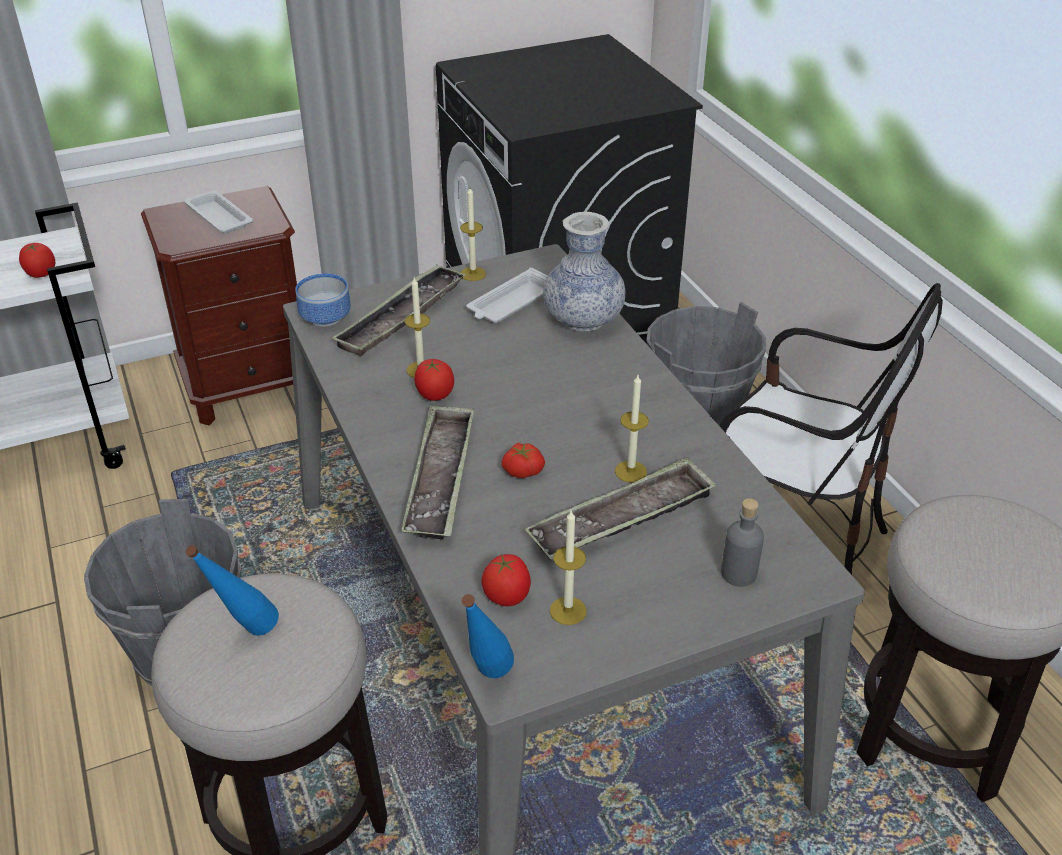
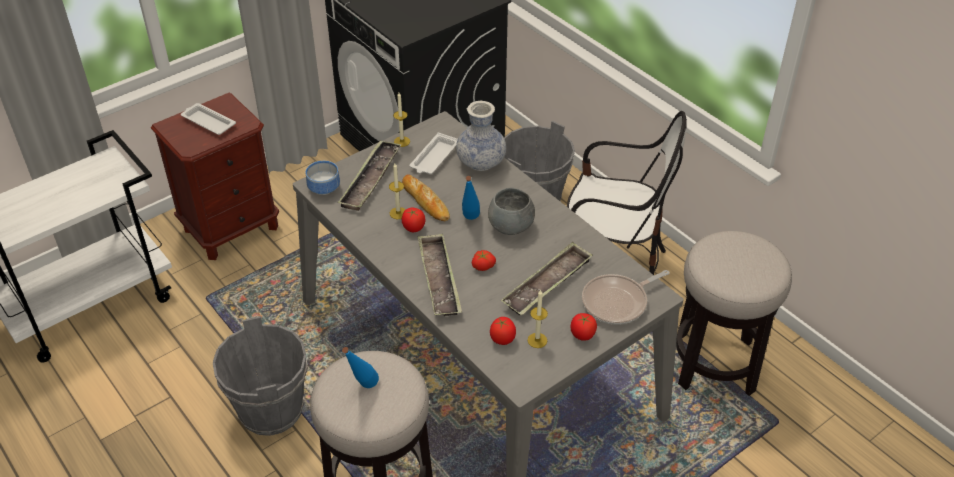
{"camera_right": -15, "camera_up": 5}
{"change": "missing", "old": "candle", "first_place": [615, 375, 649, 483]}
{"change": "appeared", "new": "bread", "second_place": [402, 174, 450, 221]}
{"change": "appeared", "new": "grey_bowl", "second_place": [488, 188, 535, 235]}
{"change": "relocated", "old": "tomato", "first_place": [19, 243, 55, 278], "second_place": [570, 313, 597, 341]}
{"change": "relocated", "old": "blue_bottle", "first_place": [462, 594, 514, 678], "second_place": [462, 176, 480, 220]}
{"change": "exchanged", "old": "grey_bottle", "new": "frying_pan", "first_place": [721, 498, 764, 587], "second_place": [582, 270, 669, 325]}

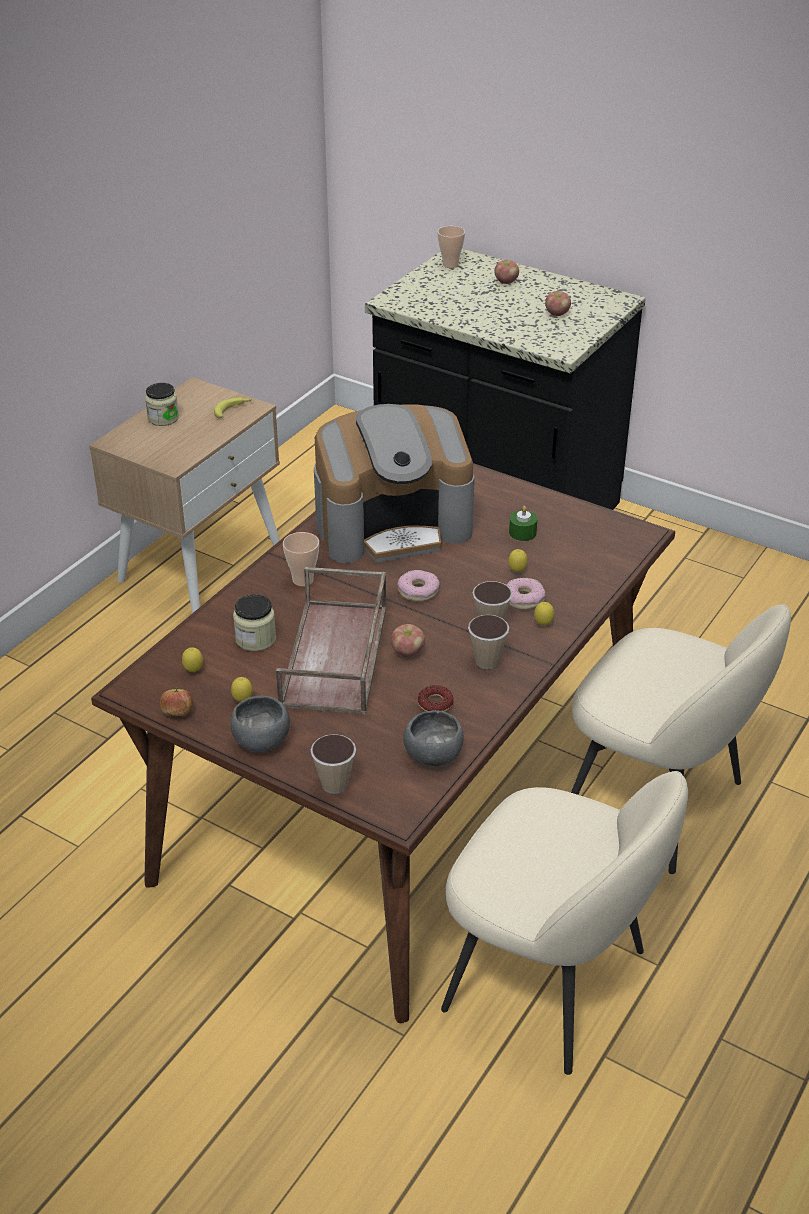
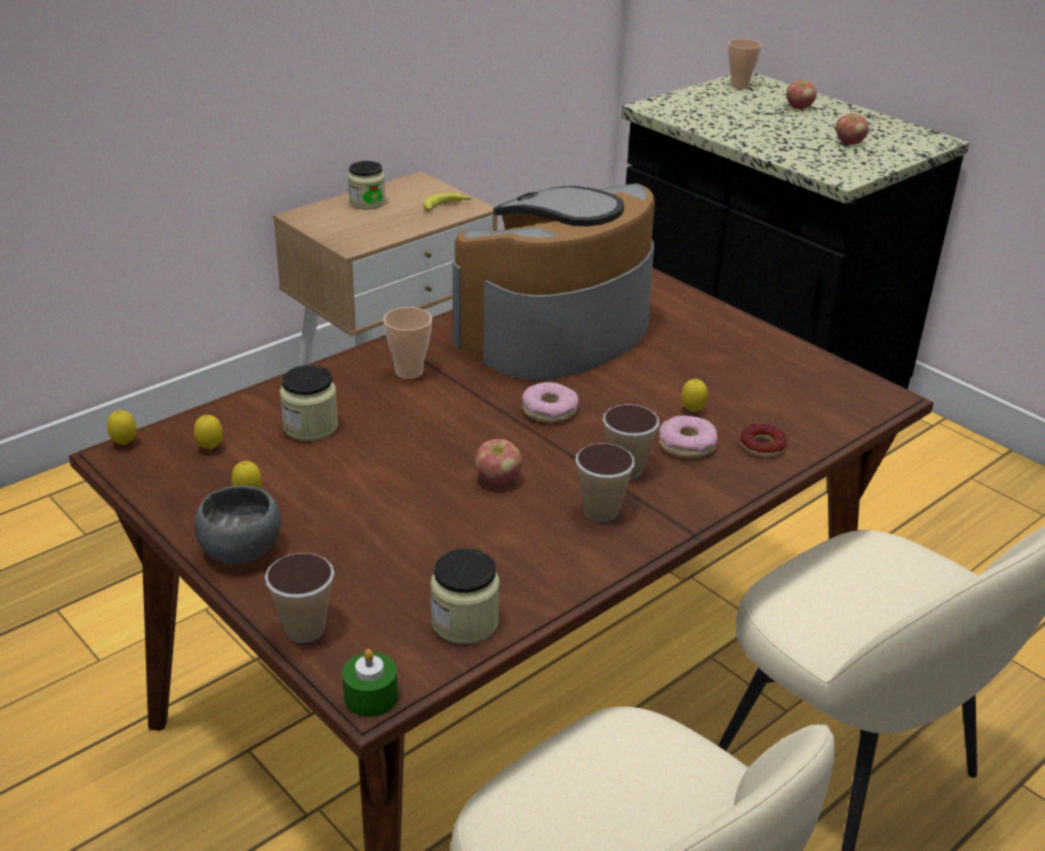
{"camera_right": 15, "camera_up": -5}
{"change": "missing", "old": "apple", "first_place": [160, 687, 193, 716]}
{"change": "missing", "old": "brown_tray", "first_place": [276, 567, 386, 715]}
{"change": "relocated", "old": "donut", "first_place": [418, 685, 454, 712], "second_place": [740, 424, 787, 457]}
{"change": "relocated", "old": "green_candle", "first_place": [509, 506, 537, 541], "second_place": [342, 649, 398, 717]}
{"change": "relocated", "old": "lemon", "first_place": [534, 602, 554, 626], "second_place": [107, 410, 137, 445]}
{"change": "exchanged", "old": "grey_bowl", "new": "jar", "first_place": [403, 710, 464, 766], "second_place": [431, 548, 500, 644]}
{"change": "spun", "old": "coffee_machine", "first_place": [314, 404, 475, 563], "second_place": [452, 183, 655, 380], "degrees": 135}

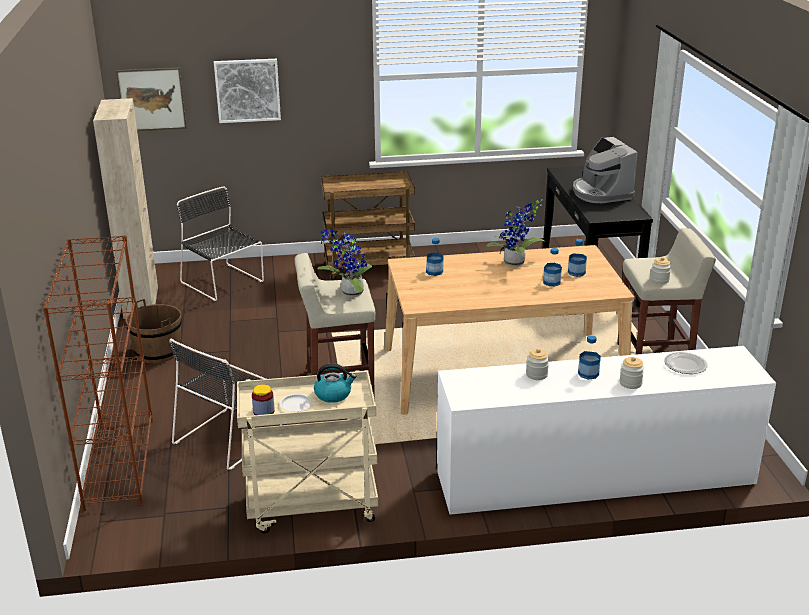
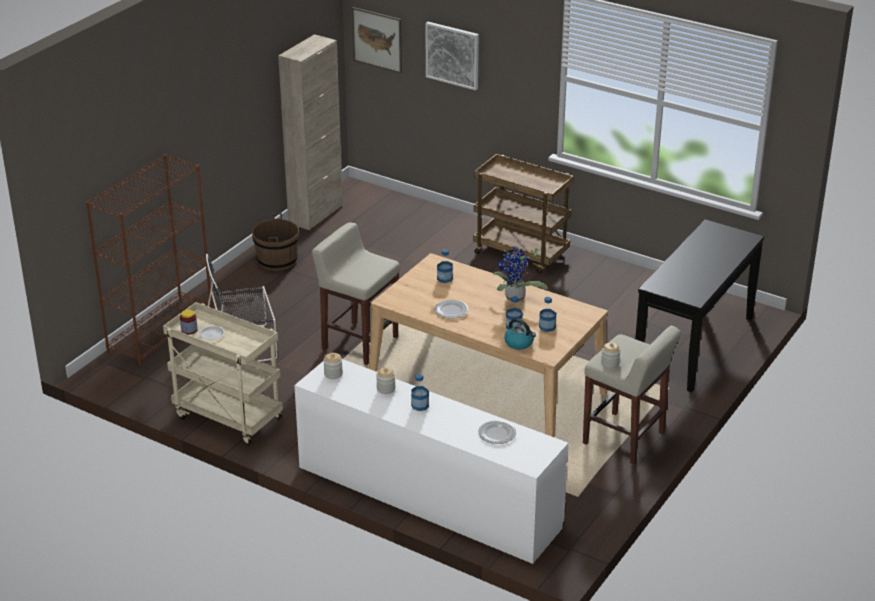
{"camera_right": 40, "camera_up": 5}
{"change": "missing", "old": "black_chair", "first_place": [177, 186, 264, 301]}
{"change": "missing", "old": "potted_plant", "first_place": [318, 229, 372, 297]}
{"change": "missing", "old": "coffee_machine", "first_place": [573, 137, 638, 203]}
{"change": "appeared", "new": "plate", "second_place": [435, 300, 469, 319]}
{"change": "relocated", "old": "kettle", "first_place": [314, 363, 356, 403], "second_place": [504, 318, 536, 350]}
{"change": "relocated", "old": "jar", "first_place": [620, 357, 644, 389], "second_place": [323, 353, 343, 379]}

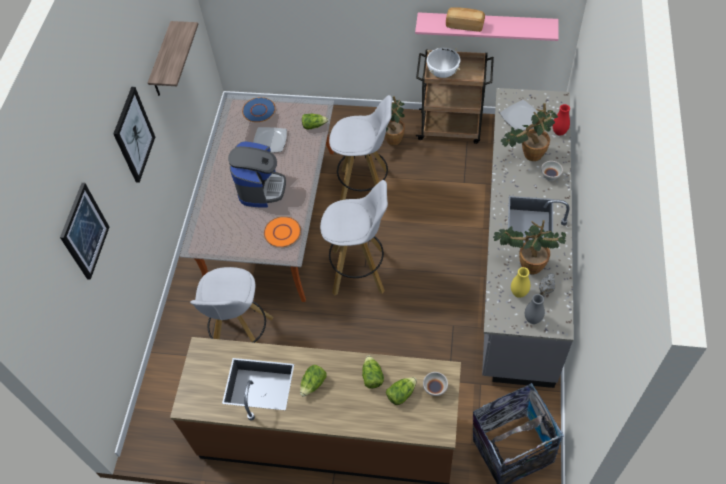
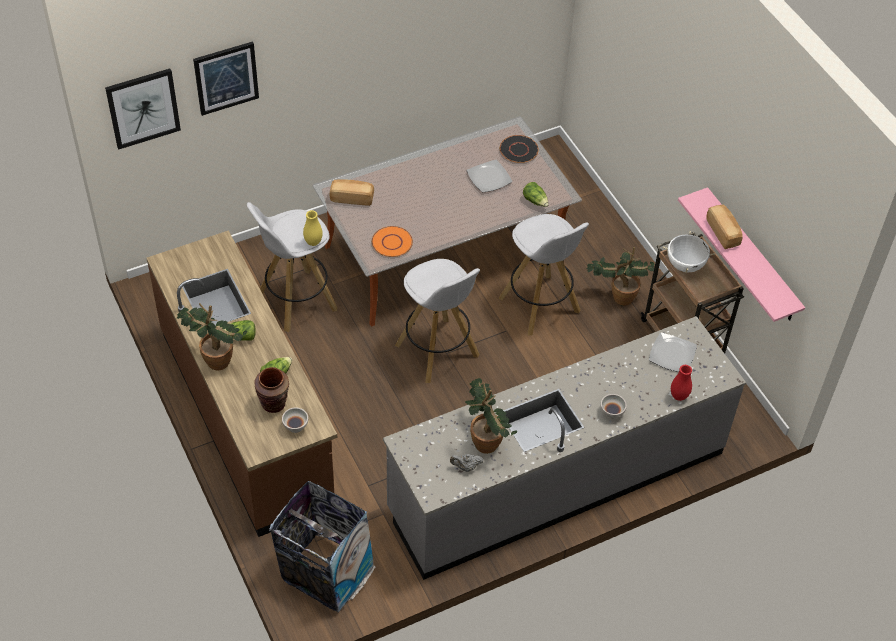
{"camera_right": 50, "camera_up": -5}
{"change": "missing", "old": "shelf", "first_place": [148, 21, 198, 96]}
{"change": "missing", "old": "coffee_machine", "first_place": [228, 141, 286, 208]}
{"change": "missing", "old": "grey_vase", "first_place": [525, 294, 545, 324]}
{"change": "appeared", "new": "bread", "second_place": [329, 179, 374, 206]}
{"change": "relocated", "old": "picture", "first_place": [113, 87, 155, 183], "second_place": [105, 69, 181, 149]}
{"change": "relocated", "old": "potted_plant", "first_place": [501, 103, 558, 161], "second_place": [177, 303, 247, 371]}
{"change": "relocated", "old": "yellow_vase", "first_place": [511, 267, 530, 298], "second_place": [303, 210, 323, 246]}
{"change": "exchanged", "old": "lettuce", "new": "brown_vase", "first_place": [386, 377, 417, 405], "second_place": [254, 367, 289, 413]}
{"change": "colour", "old": "blue_plate", "new": "black_plate", "first_place": [242, 97, 275, 122], "second_place": [500, 135, 539, 163]}

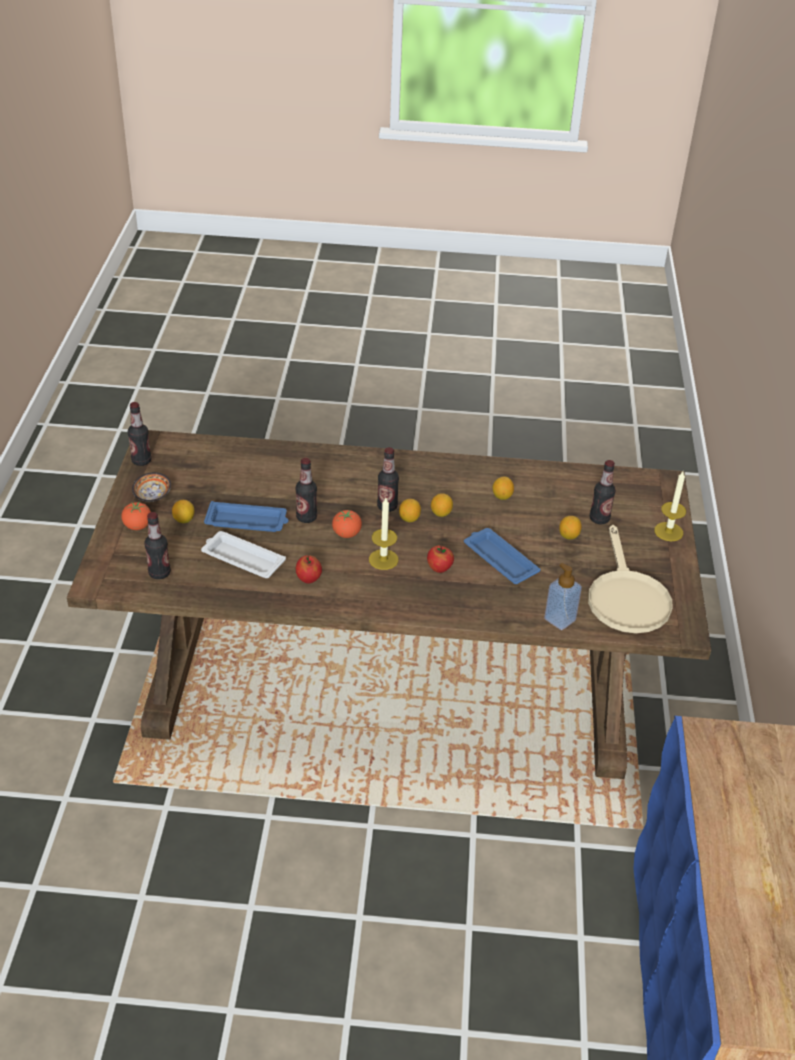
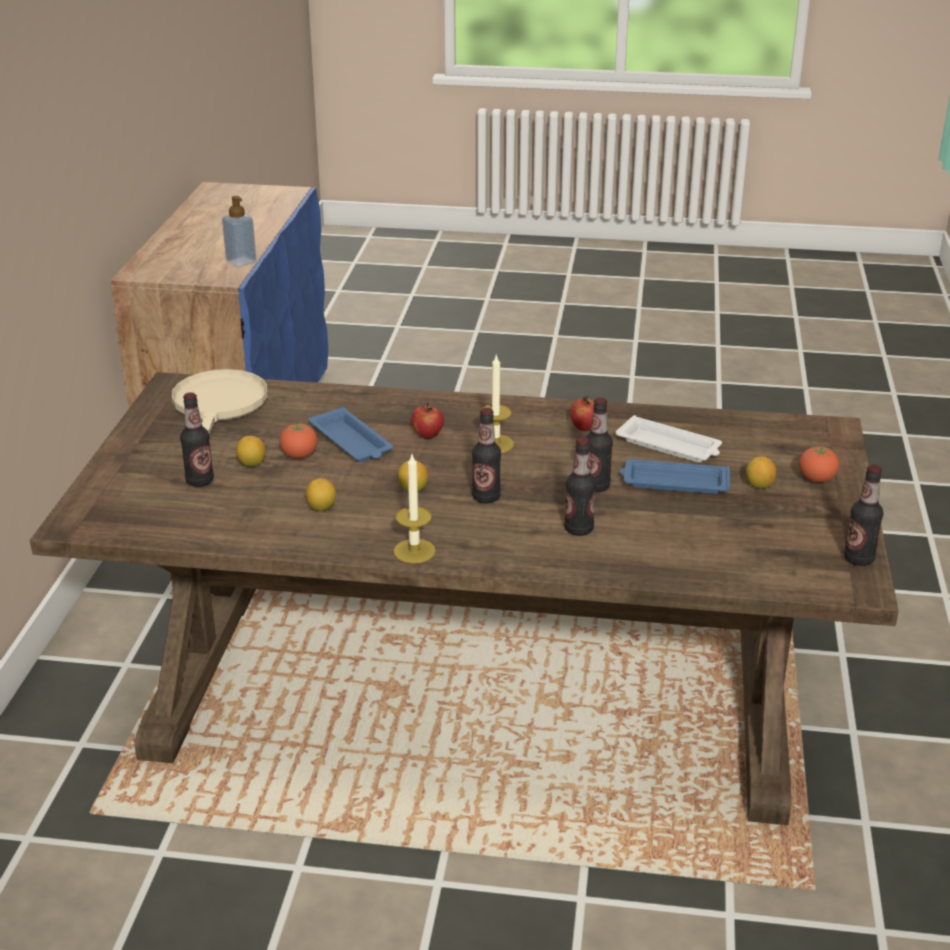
{"camera_right": -175, "camera_up": -10}
{"change": "missing", "old": "bowl", "first_place": [132, 472, 171, 502]}
{"change": "missing", "old": "lemon", "first_place": [399, 499, 421, 522]}
{"change": "relocated", "old": "bottle", "first_place": [144, 512, 171, 579], "second_place": [564, 437, 596, 536]}
{"change": "relocated", "old": "tomato", "first_place": [332, 510, 362, 538], "second_place": [279, 423, 318, 459]}
{"change": "relocated", "old": "soap_dispenser", "first_place": [544, 563, 582, 630], "second_place": [222, 196, 256, 267]}
{"change": "relocated", "old": "candle", "first_place": [654, 471, 686, 542], "second_place": [393, 455, 436, 563]}

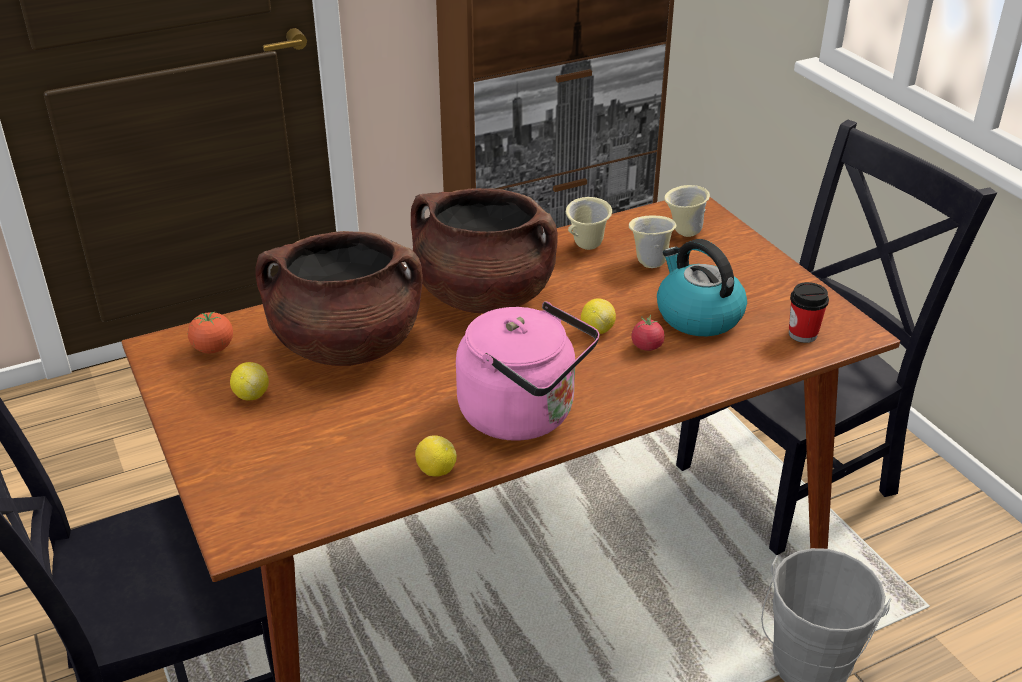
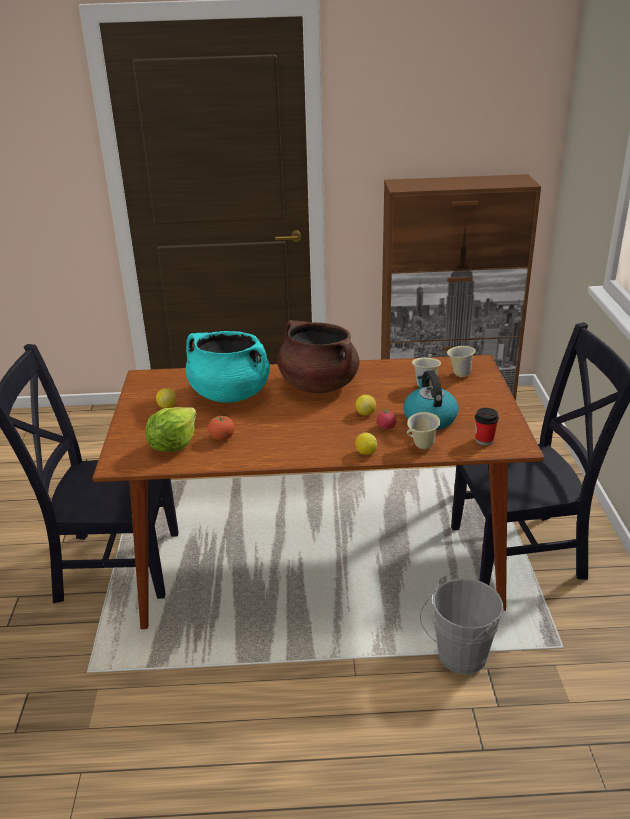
{"camera_right": 25, "camera_up": -5}
{"change": "missing", "old": "pink_kettle", "first_place": [456, 301, 599, 441]}
{"change": "appeared", "new": "lettuce", "second_place": [146, 407, 196, 452]}
{"change": "relocated", "old": "tomato", "first_place": [188, 312, 233, 353], "second_place": [208, 416, 235, 441]}
{"change": "relocated", "old": "lemon", "first_place": [415, 435, 457, 477], "second_place": [355, 433, 377, 455]}
{"change": "relocated", "old": "beige_mug", "first_place": [566, 197, 612, 250], "second_place": [407, 412, 440, 449]}
{"change": "colour", "old": "brown_cooking_pot", "new": "turquoise_cooking_pot", "first_place": [255, 231, 423, 366], "second_place": [186, 331, 270, 403]}

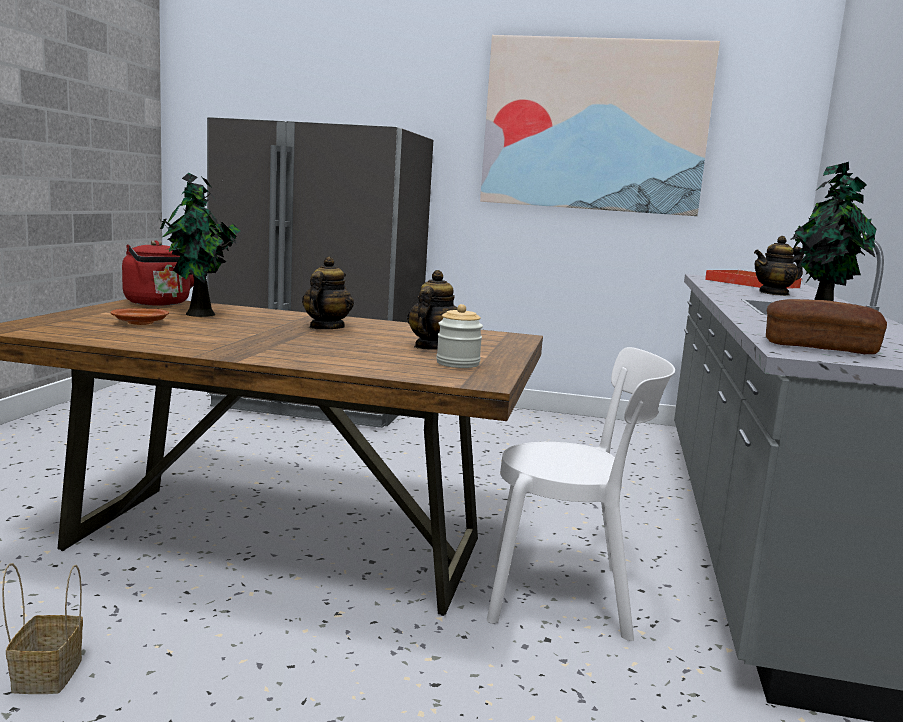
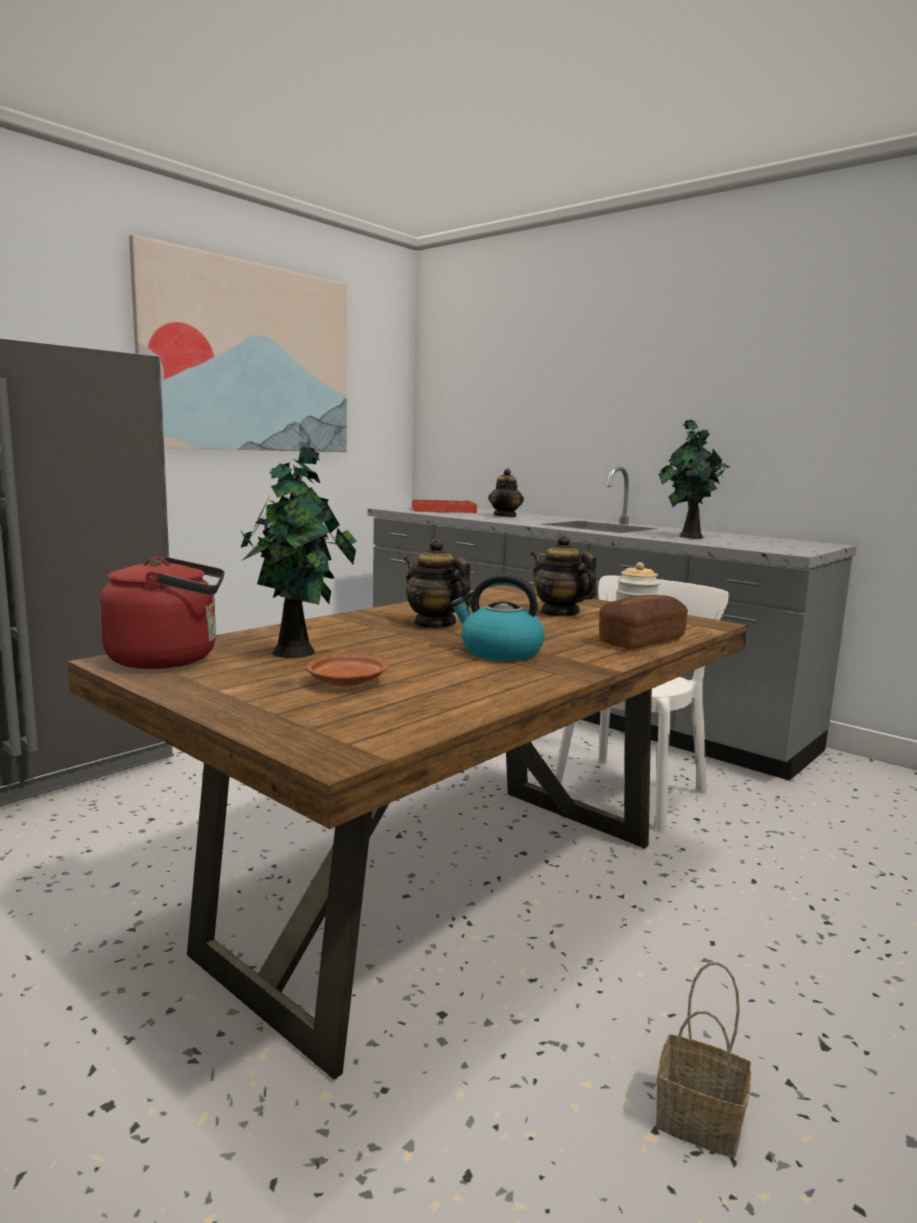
{"camera_right": -60, "camera_up": 0}
{"change": "appeared", "new": "kettle", "second_place": [450, 574, 545, 661]}
{"change": "relocated", "old": "bread", "first_place": [766, 299, 887, 354], "second_place": [599, 595, 688, 648]}

